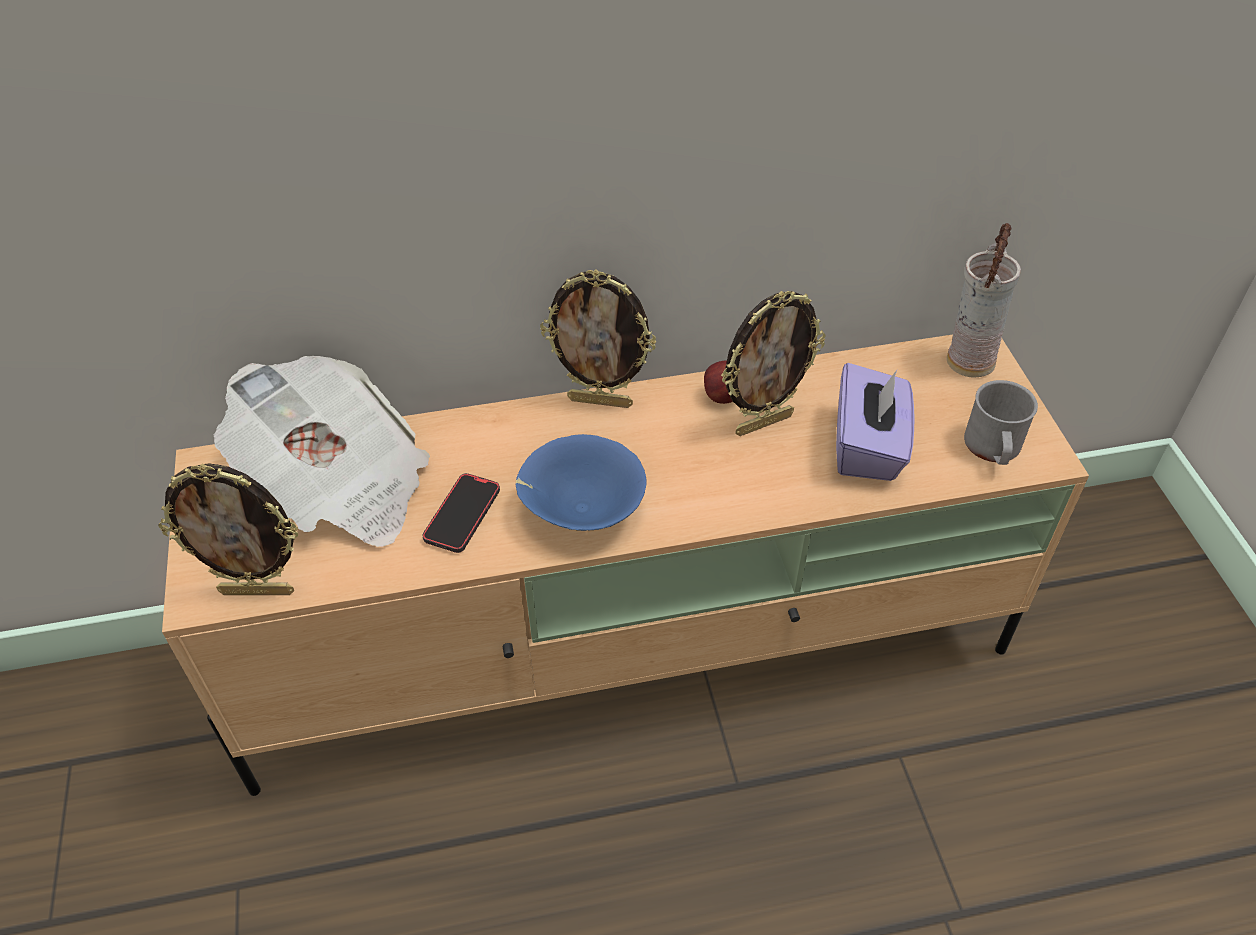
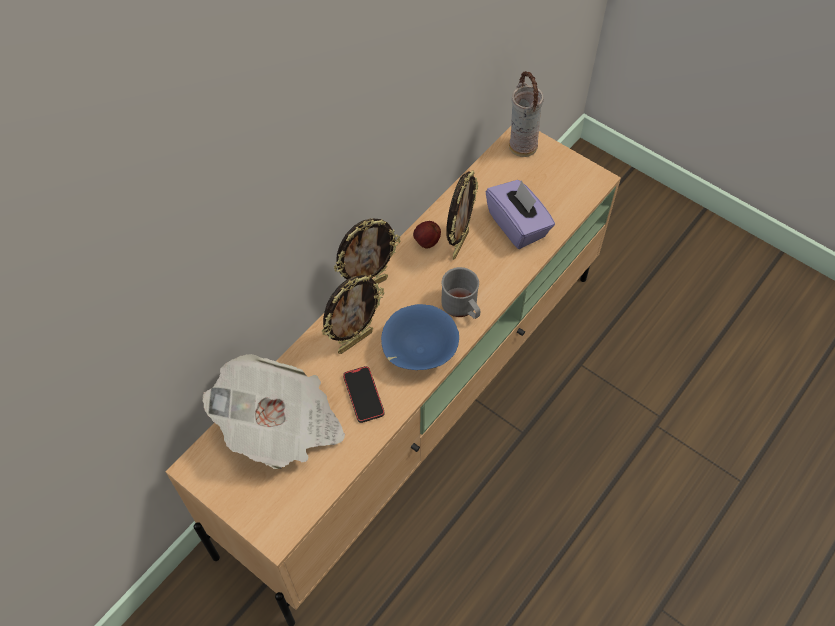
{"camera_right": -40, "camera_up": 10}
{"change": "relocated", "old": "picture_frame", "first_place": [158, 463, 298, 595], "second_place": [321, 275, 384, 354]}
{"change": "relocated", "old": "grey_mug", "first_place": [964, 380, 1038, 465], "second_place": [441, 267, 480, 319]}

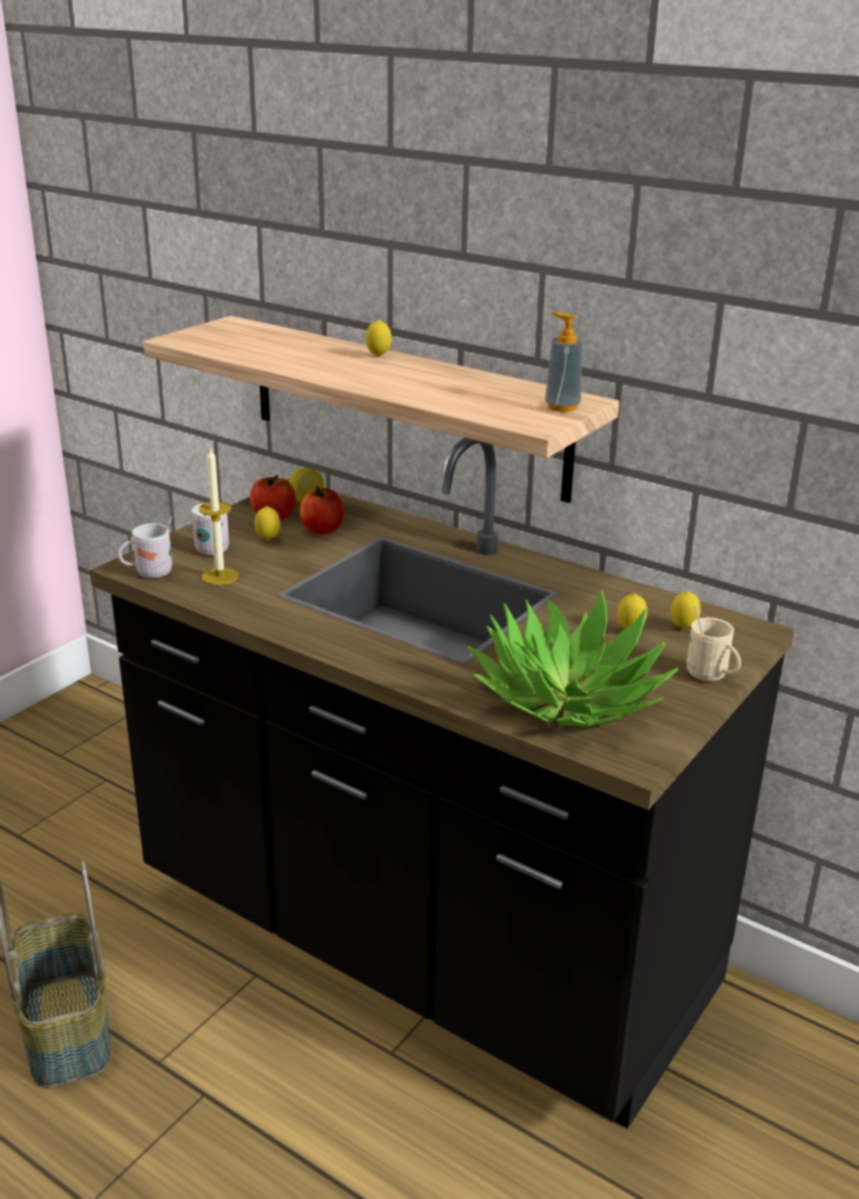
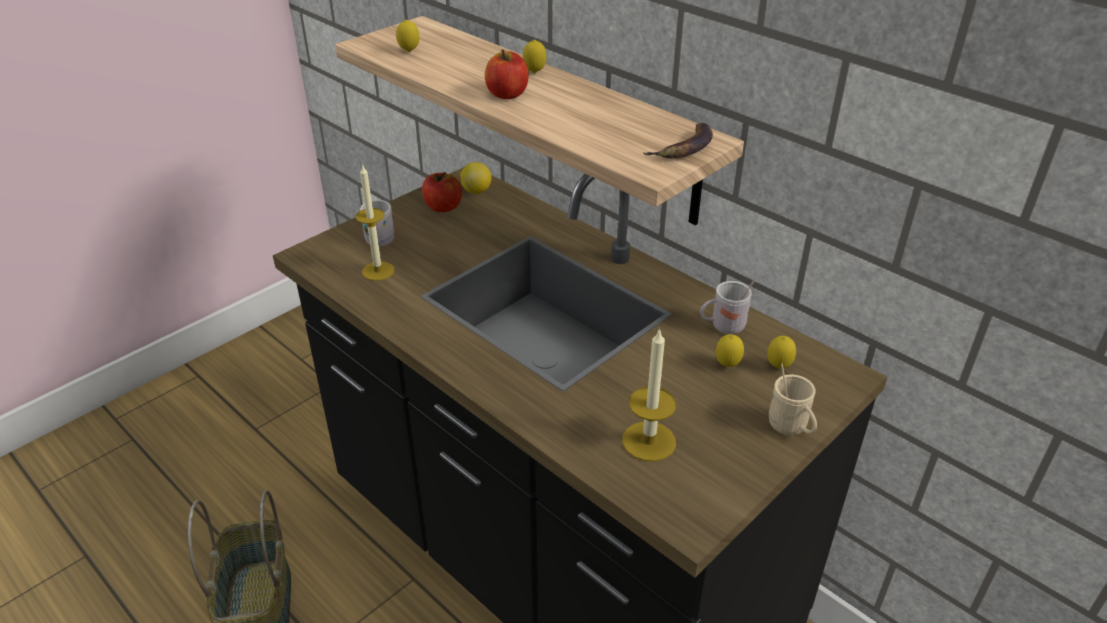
{"camera_right": 10, "camera_up": 10}
{"change": "relocated", "old": "white_mug", "first_place": [118, 517, 172, 578], "second_place": [700, 279, 756, 334]}
{"change": "relocated", "old": "lemon", "first_place": [255, 506, 281, 541], "second_place": [396, 20, 419, 52]}
{"change": "relocated", "old": "apple", "first_place": [300, 486, 344, 534], "second_place": [485, 49, 528, 99]}
{"change": "exchanged", "old": "potted_plant", "new": "candle", "first_place": [467, 590, 679, 727], "second_place": [622, 328, 676, 462]}
{"change": "exchanged", "old": "soap_dispenser", "new": "banana", "first_place": [545, 312, 583, 412], "second_place": [643, 123, 713, 158]}

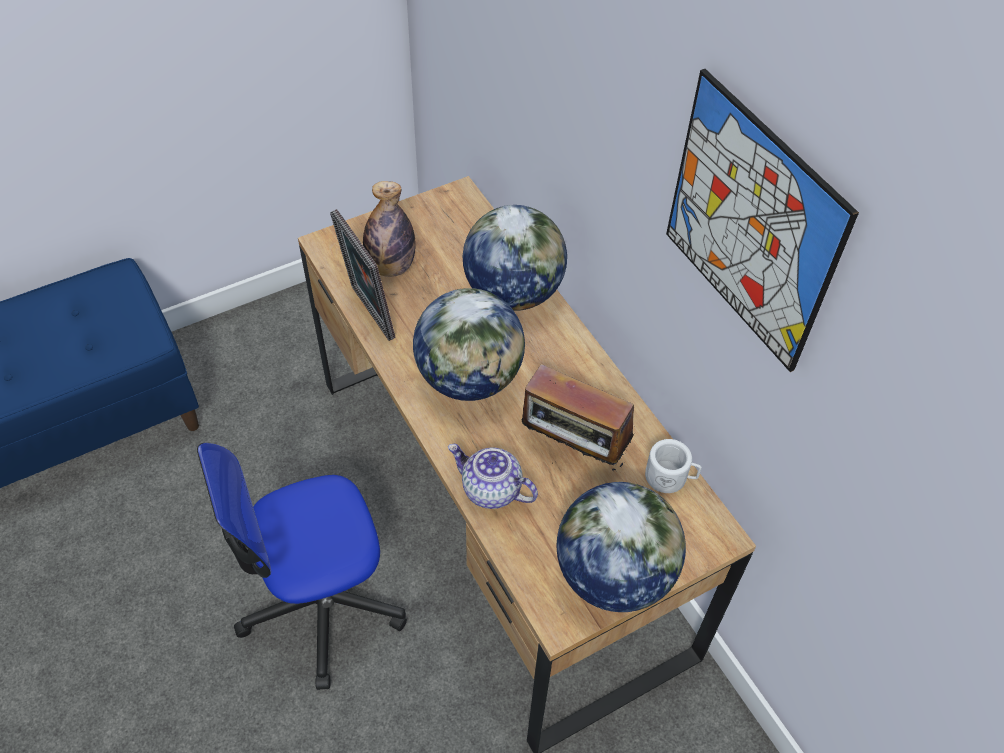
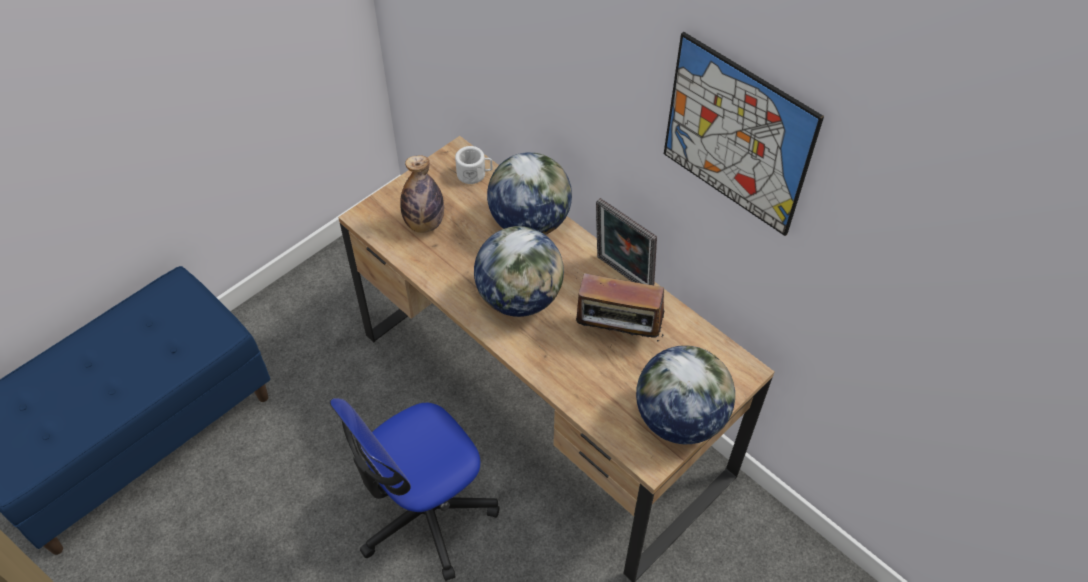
{"camera_right": -15, "camera_up": 0}
{"change": "missing", "old": "teapot", "first_place": [448, 444, 538, 509]}
{"change": "relocated", "old": "picture_frame", "first_place": [330, 209, 396, 341], "second_place": [596, 198, 657, 285]}
{"change": "relocated", "old": "white_mug", "first_place": [645, 439, 702, 493], "second_place": [455, 146, 493, 184]}

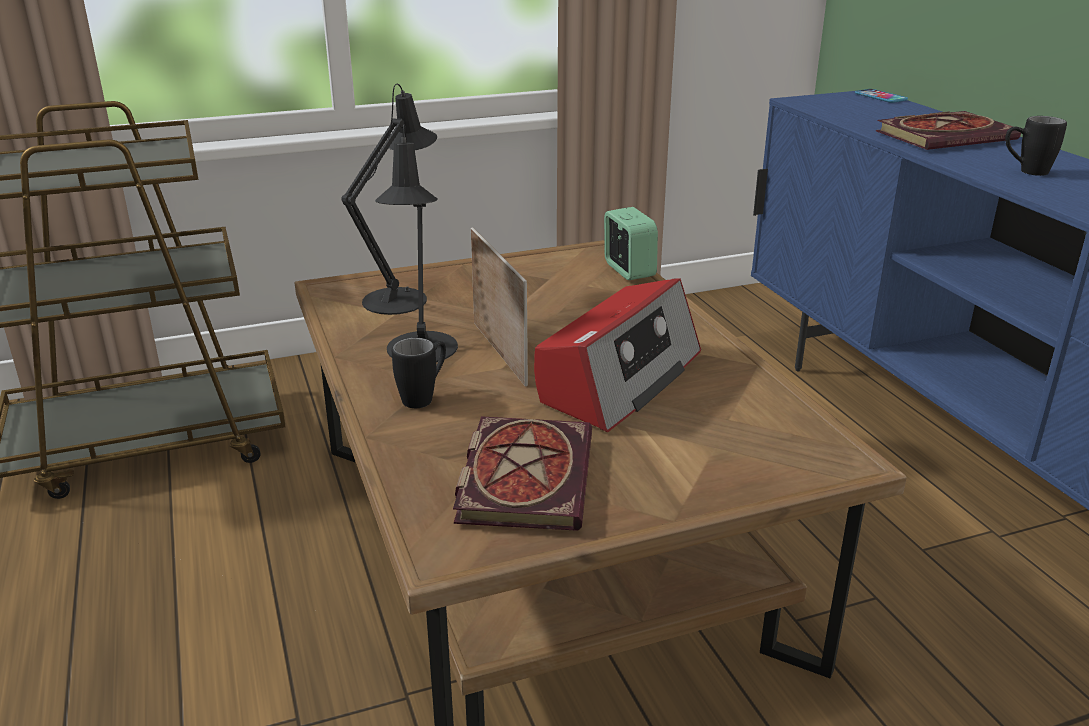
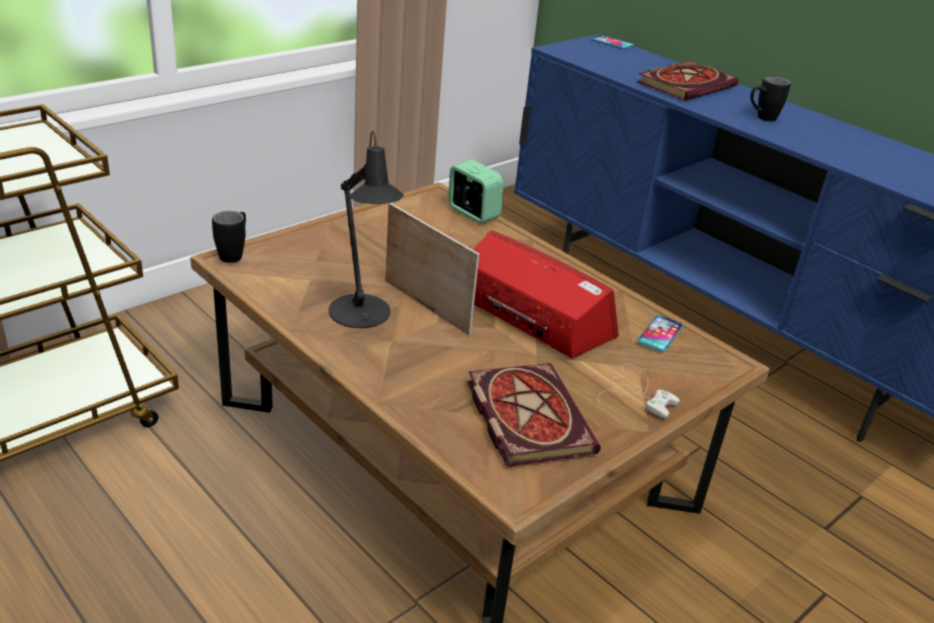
{"camera_right": -25, "camera_up": 5}
{"change": "missing", "old": "black_table_lamp", "first_place": [341, 84, 437, 315]}
{"change": "appeared", "new": "white_game_controller", "second_place": [598, 364, 680, 418]}
{"change": "appeared", "new": "phone", "second_place": [637, 315, 683, 352]}
{"change": "relocated", "old": "black_mug", "first_place": [392, 338, 446, 408], "second_place": [212, 211, 246, 263]}
{"change": "spun", "old": "radio", "first_place": [534, 278, 701, 432], "second_place": [473, 230, 619, 358], "degrees": -60}

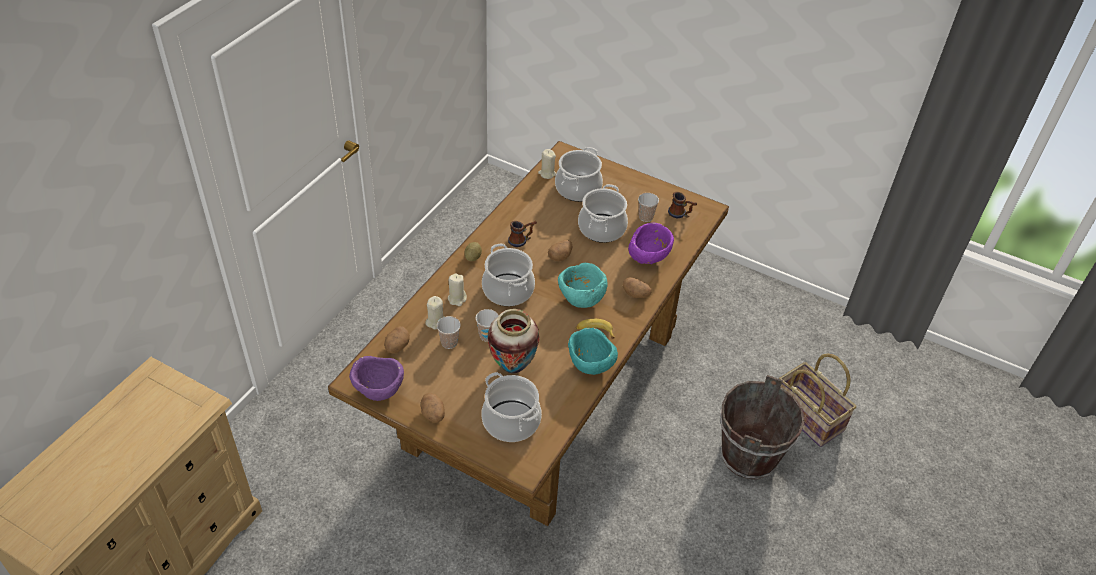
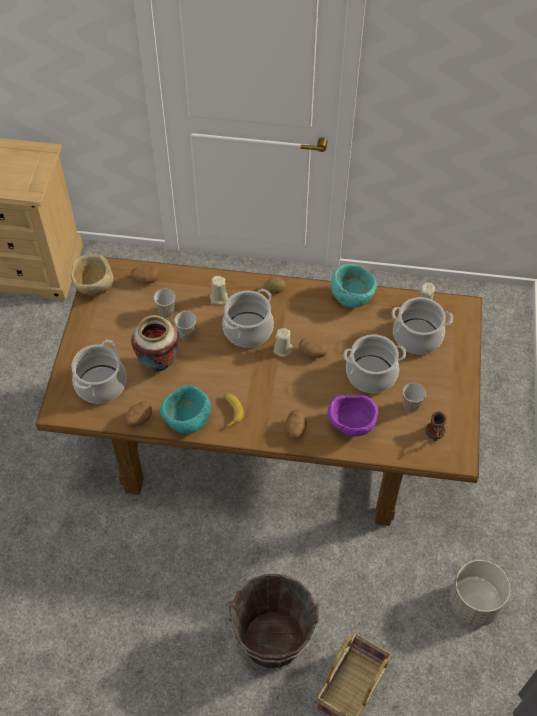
{"camera_right": 70, "camera_up": 10}
{"change": "missing", "old": "mug", "first_place": [508, 221, 537, 247]}
{"change": "appeared", "new": "grey_planter", "second_place": [449, 560, 510, 626]}
{"change": "relocated", "old": "potato", "first_place": [421, 393, 445, 423], "second_place": [125, 401, 152, 427]}
{"change": "relocated", "old": "beige_candle", "first_place": [425, 296, 444, 329], "second_place": [273, 328, 293, 357]}
{"change": "relocated", "old": "turquoise_bowl", "first_place": [558, 263, 608, 308], "second_place": [330, 264, 377, 308]}
{"change": "colour", "old": "purple_bowl", "new": "beige_bowl", "first_place": [349, 356, 404, 401], "second_place": [71, 254, 114, 296]}

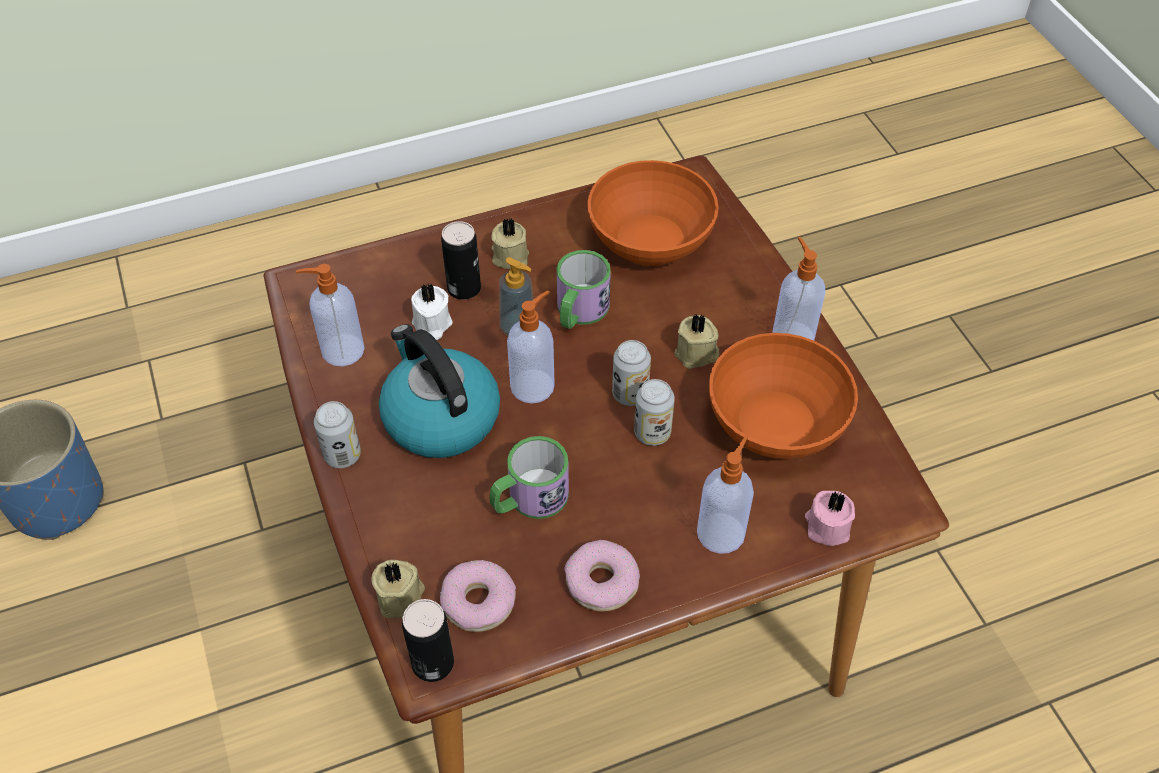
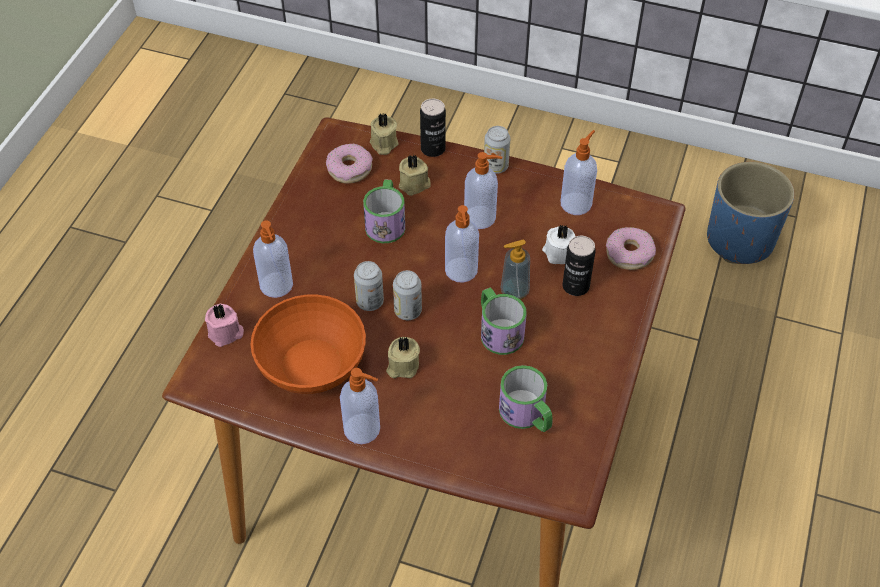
{"camera_right": 130, "camera_up": 0}
{"change": "relocated", "old": "can", "first_place": [402, 599, 454, 682], "second_place": [420, 99, 446, 157]}
{"change": "relocated", "old": "beige_candle", "first_place": [491, 217, 529, 269], "second_place": [399, 155, 431, 196]}
{"change": "relocated", "old": "donut", "first_place": [564, 540, 640, 612], "second_place": [606, 227, 656, 270]}
{"change": "exchanged", "old": "kettle", "new": "soap_dispenser", "first_place": [379, 324, 500, 458], "second_place": [464, 152, 502, 229]}
{"change": "exchanged", "old": "orange_bowl", "new": "mug", "first_place": [587, 160, 719, 266], "second_place": [499, 365, 553, 432]}

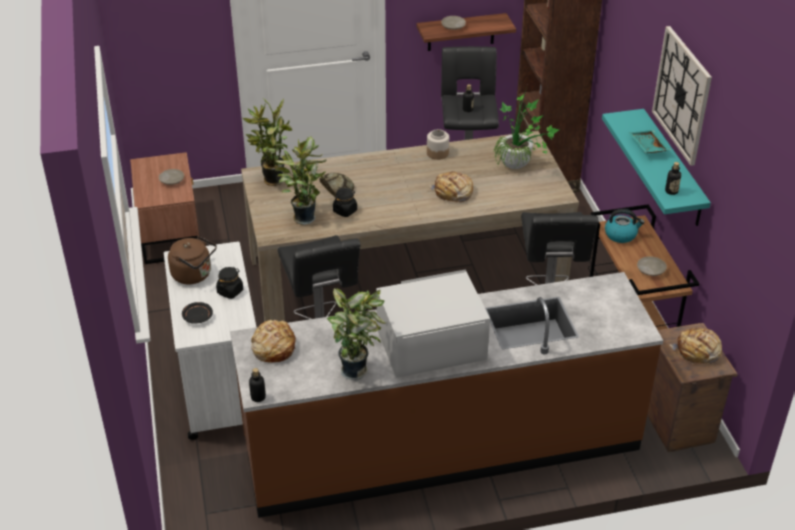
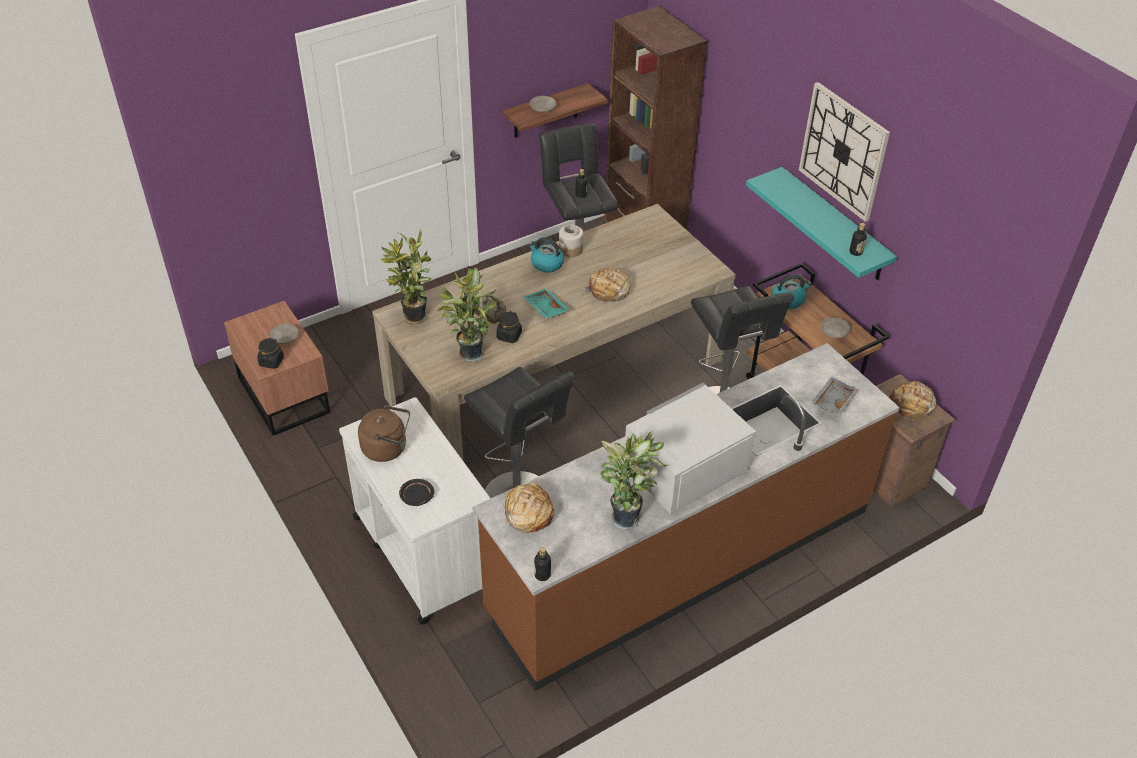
{"camera_right": -20, "camera_up": 5}
{"change": "missing", "old": "potted_plant", "first_place": [493, 88, 559, 169]}
{"change": "appeared", "new": "kettle", "second_place": [528, 238, 564, 272]}
{"change": "appeared", "new": "grey_tray", "second_place": [811, 377, 859, 416]}
{"change": "relocated", "old": "black_jar", "first_place": [216, 267, 243, 299], "second_place": [257, 338, 284, 369]}
{"change": "relocated", "old": "turquoise_tray", "first_place": [628, 130, 671, 153], "second_place": [523, 288, 570, 319]}

